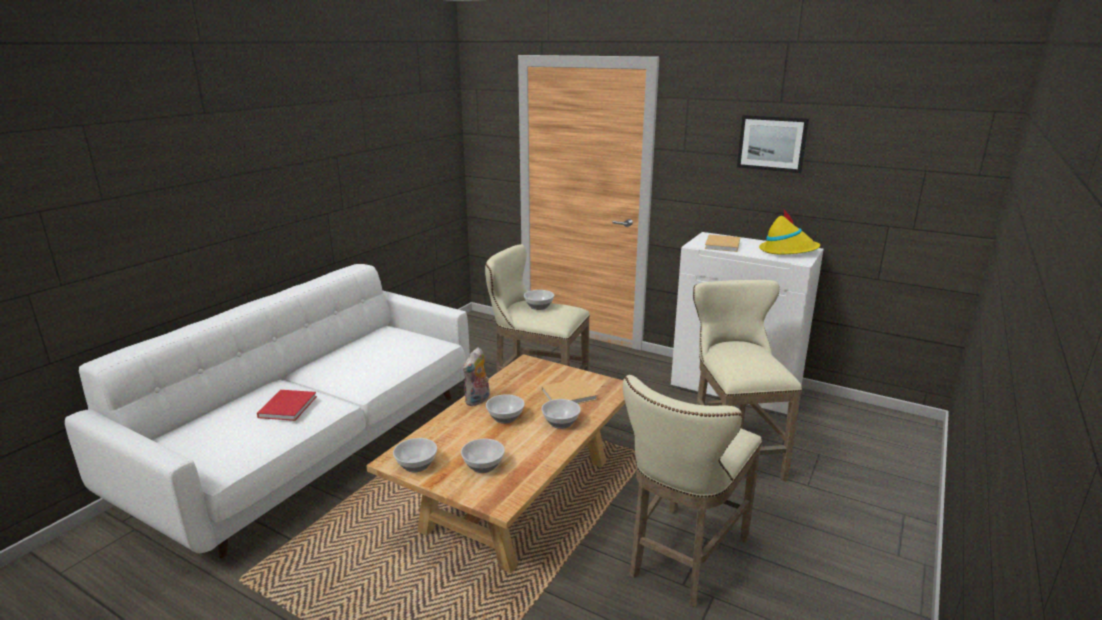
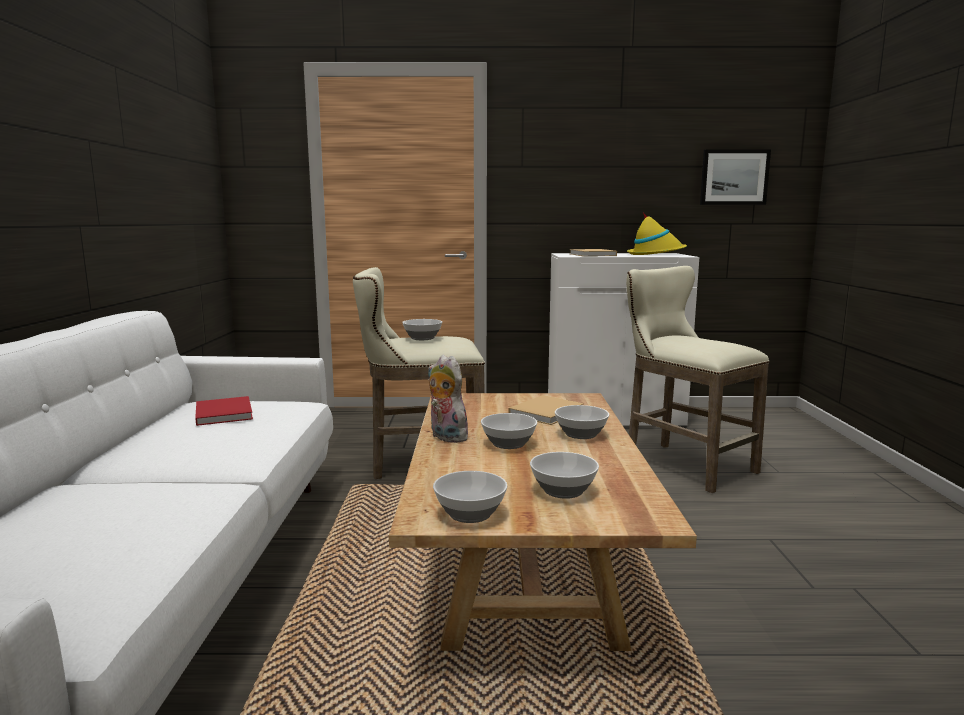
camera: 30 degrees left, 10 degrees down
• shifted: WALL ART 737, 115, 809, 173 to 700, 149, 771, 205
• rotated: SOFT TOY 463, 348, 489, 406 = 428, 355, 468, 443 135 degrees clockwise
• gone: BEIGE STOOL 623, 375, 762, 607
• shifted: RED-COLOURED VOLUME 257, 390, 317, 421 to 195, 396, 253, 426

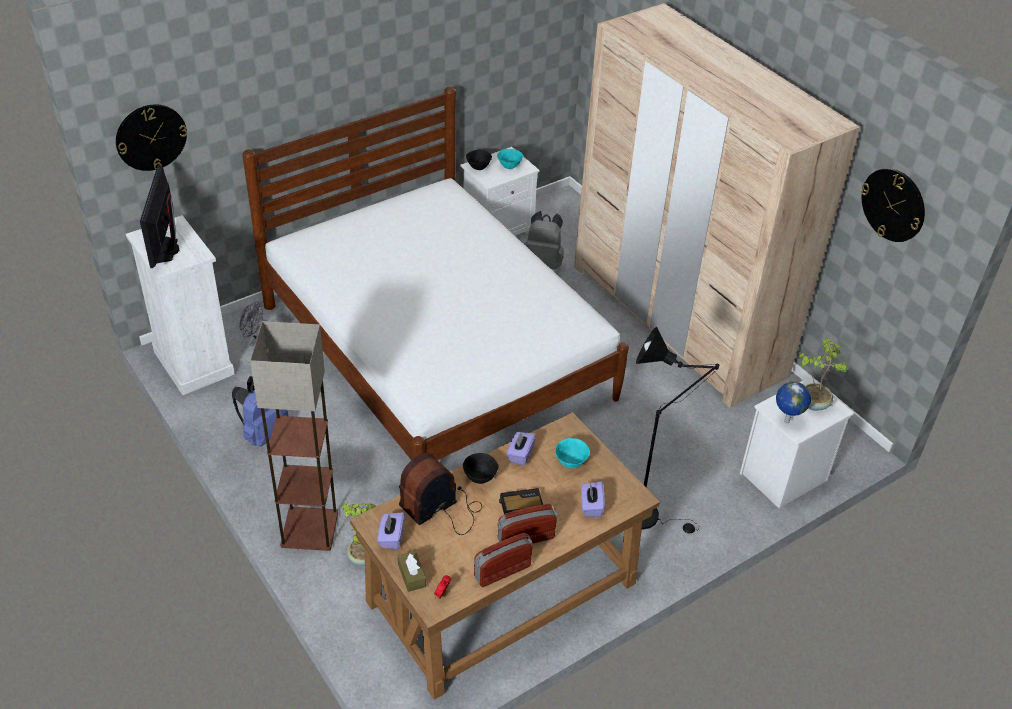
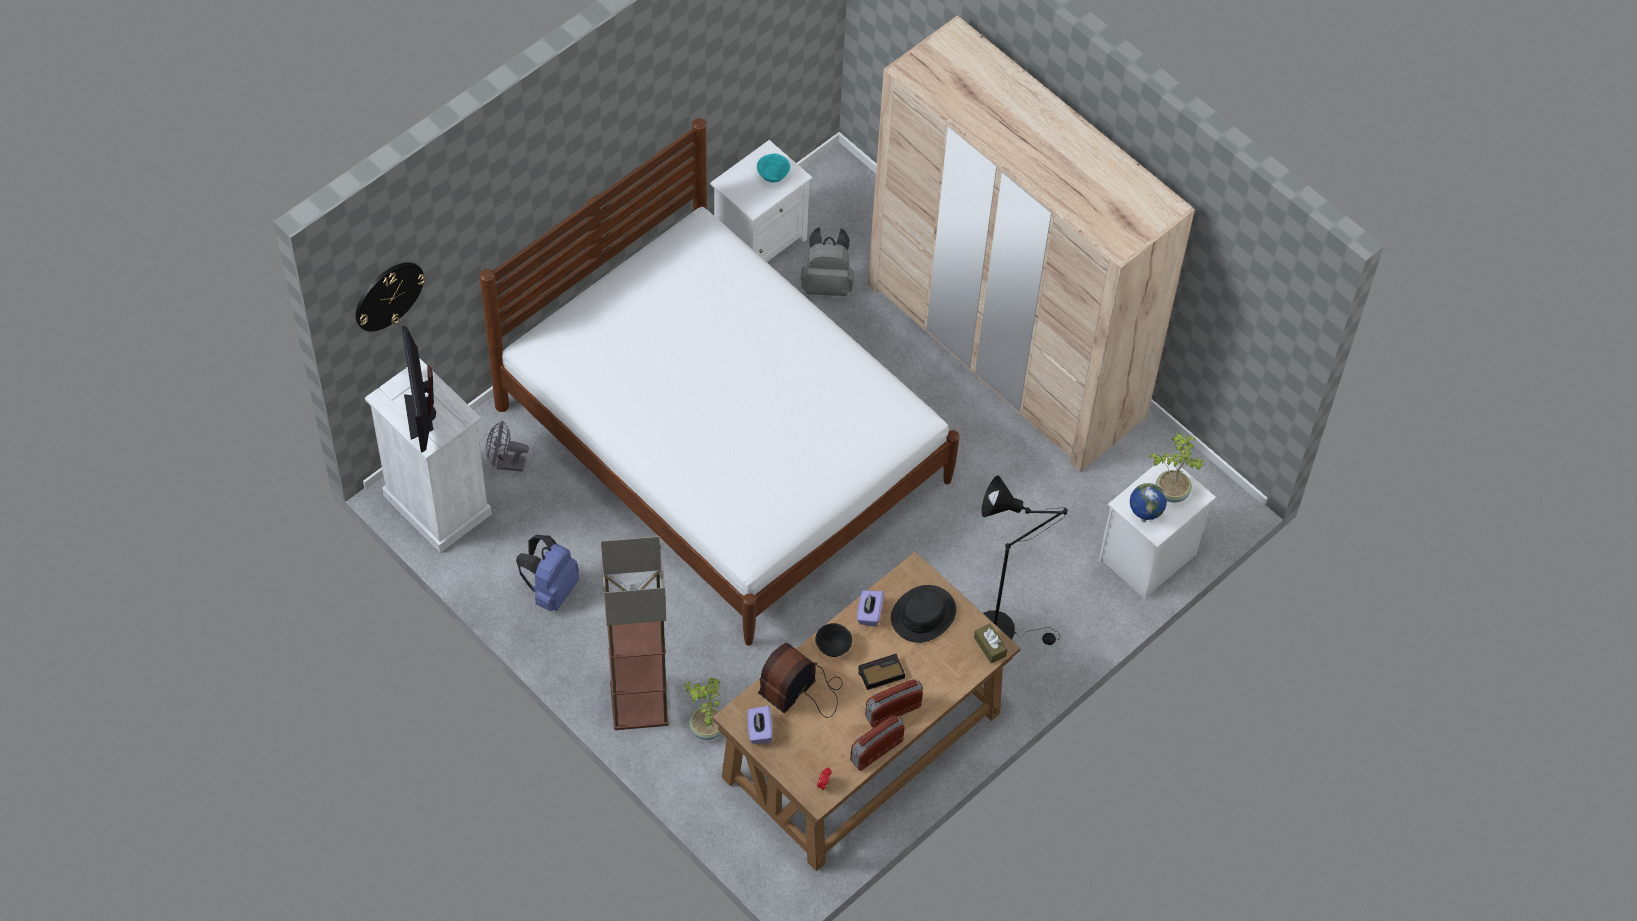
camera: 10 degrees left, 15 degrees up
• gone: BLACK-COLOURED DEEP DISH 466, 150, 492, 170
• gone: WALL CLOCK 861, 168, 925, 242
• swapped: TURQUOISE-COLOURED DEEP DISH 555, 438, 590, 468 to BLACK-COLOURED CLOTHING HAT 891, 585, 956, 643
• gone: PURPLISH TISSUE HOLDER 581, 482, 605, 517
• shifted: BROWN-COLOURED TISSUE HOLDER 398, 551, 426, 592 to 974, 623, 1008, 664

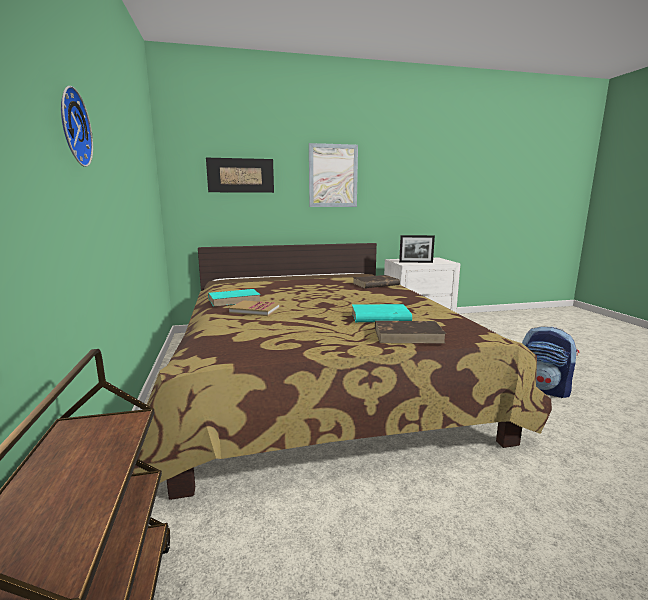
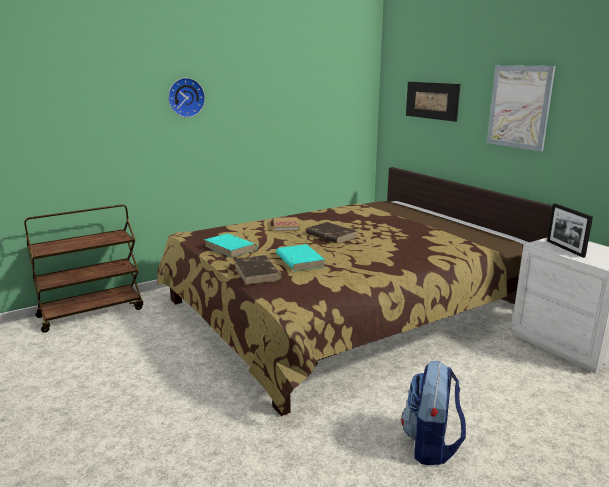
camera: 70 degrees right, 5 degrees up
• shifted: BROWN-COLOURED VOLUME 353, 275, 400, 288 to 306, 222, 358, 244
• shifted: TURQUOISE-COLOURED VOLUME 208, 289, 261, 307 to 204, 234, 257, 258

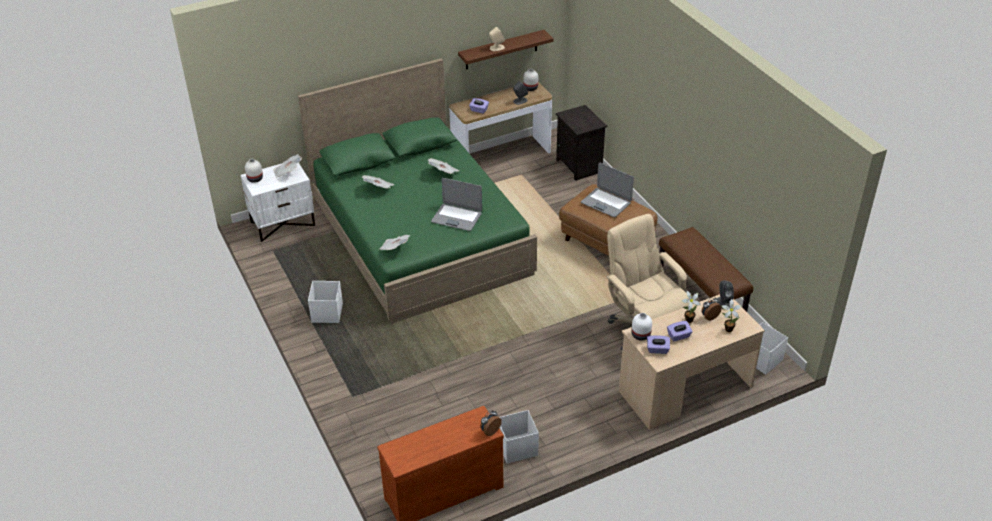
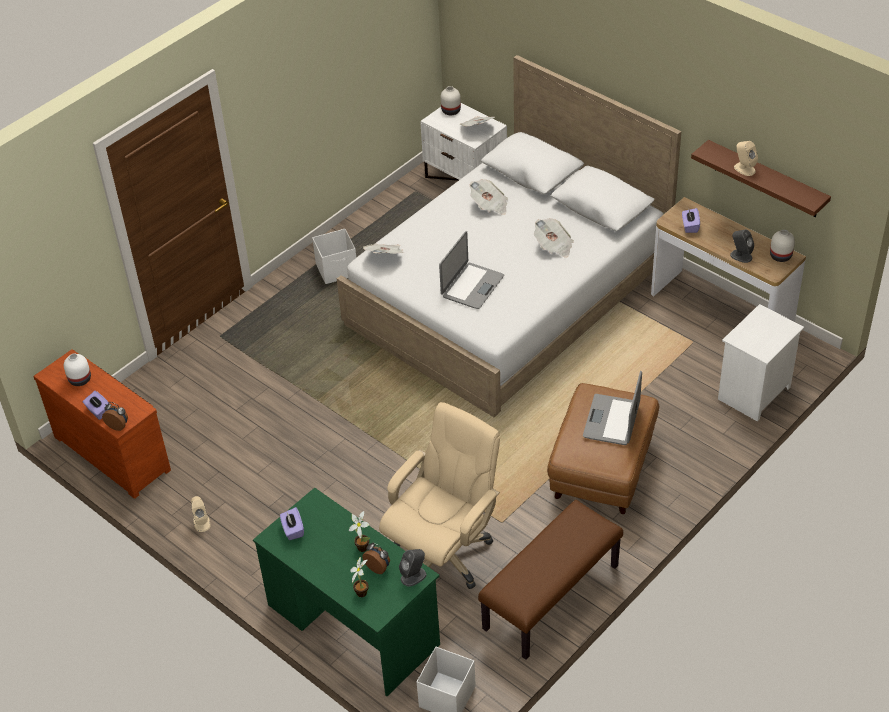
camera: 70 degrees right, 5 degrees up
• repainted: GREEN-COLOURED BED 298, 58, 537, 324 to WHITE BED 337, 55, 682, 417
• repainted: BLACK-COLOURED BEDSIDE TABLE 556, 105, 607, 181 to WHITE BEDSIDE TABLE 718, 304, 804, 421
• rotated: LAPTOP 431, 178, 482, 231 = 439, 231, 504, 309 150 degrees counterclockwise
• repainted: BEIGE DESK TABLE 619, 294, 765, 430 to GREEN-COLOURED DESK TABLE 253, 488, 440, 696
• shifted: WHITE FLOWER VASE 631, 313, 652, 341 to 64, 354, 91, 386
• shifted: PURPLISH TISSUE HOLDER 667, 321, 692, 341 to 83, 391, 111, 420
• gone: WHITE STORAGE BOX 499, 410, 539, 463
• new: BEIGE AUDIO SPEAKER 191, 496, 211, 532

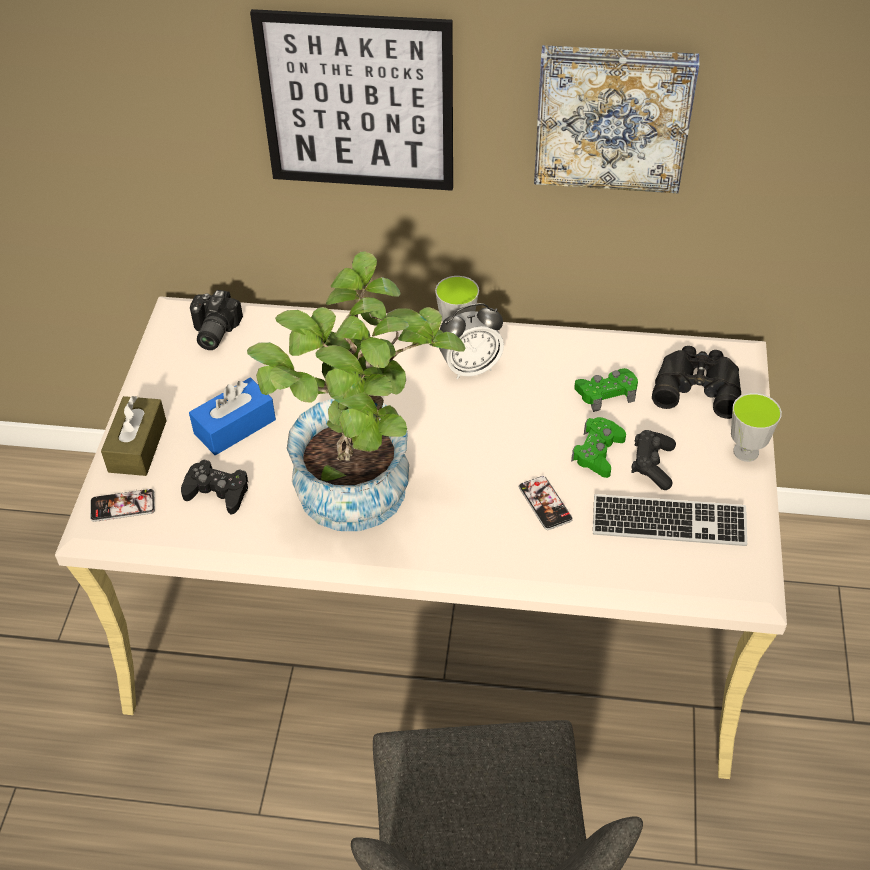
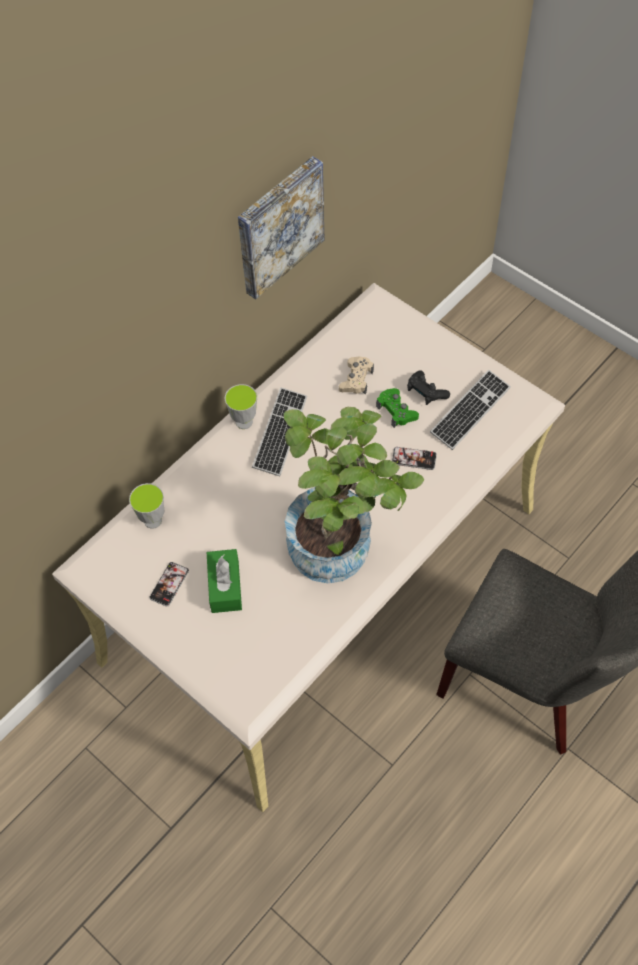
camera: 55 degrees left, 10 degrees up
• gone: WALL ART 250, 9, 453, 191
• gone: PHOTO CAMERA 190, 290, 243, 350
• swapped: TABLE CLOCK 439, 303, 504, 379 to PC KEYBOARD 252, 387, 307, 476
• gone: BLACK-COLOURED BINOCULARS 652, 346, 741, 419
• repainted: GREEN-COLOURED GAME CONTROLLER 574, 368, 638, 412 to BEIGE GAME CONTROLLER 339, 356, 374, 395
• repainted: BLUE TISSUE HOLDER 189, 378, 276, 455 to GREEN-COLOURED TISSUE HOLDER 207, 549, 242, 613
• shifted: SMALL CUP 731, 393, 782, 462 to 129, 483, 164, 529
• gone: BROWN-COLOURED TISSUE HOLDER 101, 396, 166, 476
• gone: BLACK-COLOURED GAME CONTROLLER 181, 460, 248, 515
• shifted: HANDSET 90, 489, 155, 522 to 149, 562, 189, 606

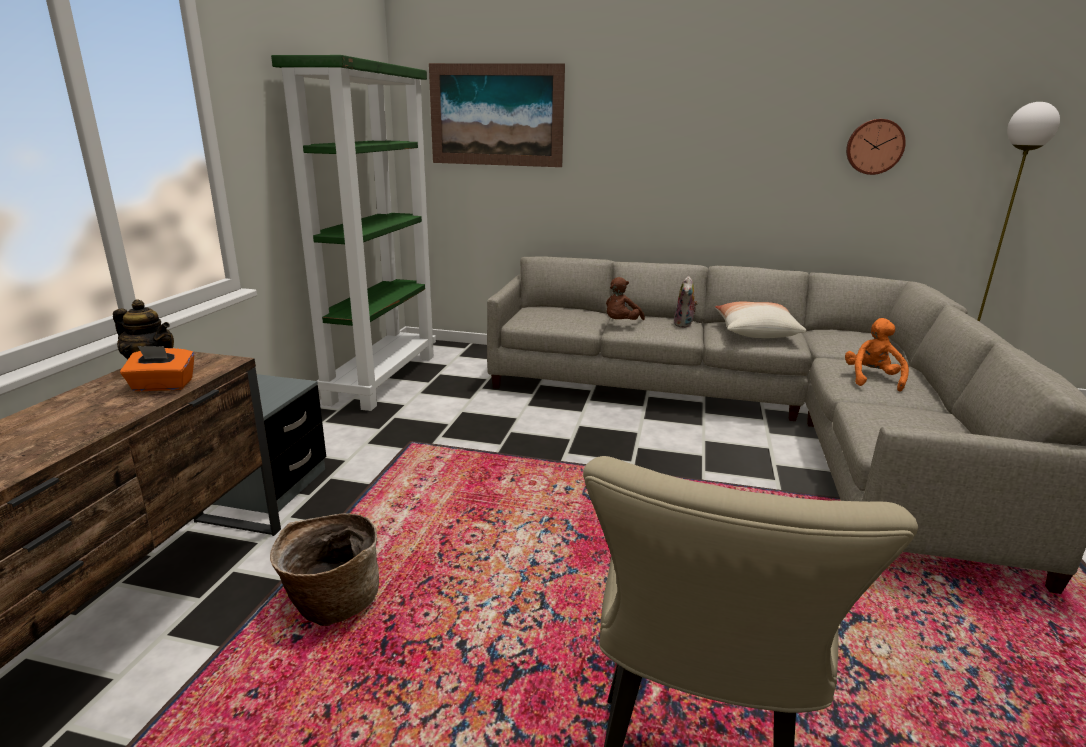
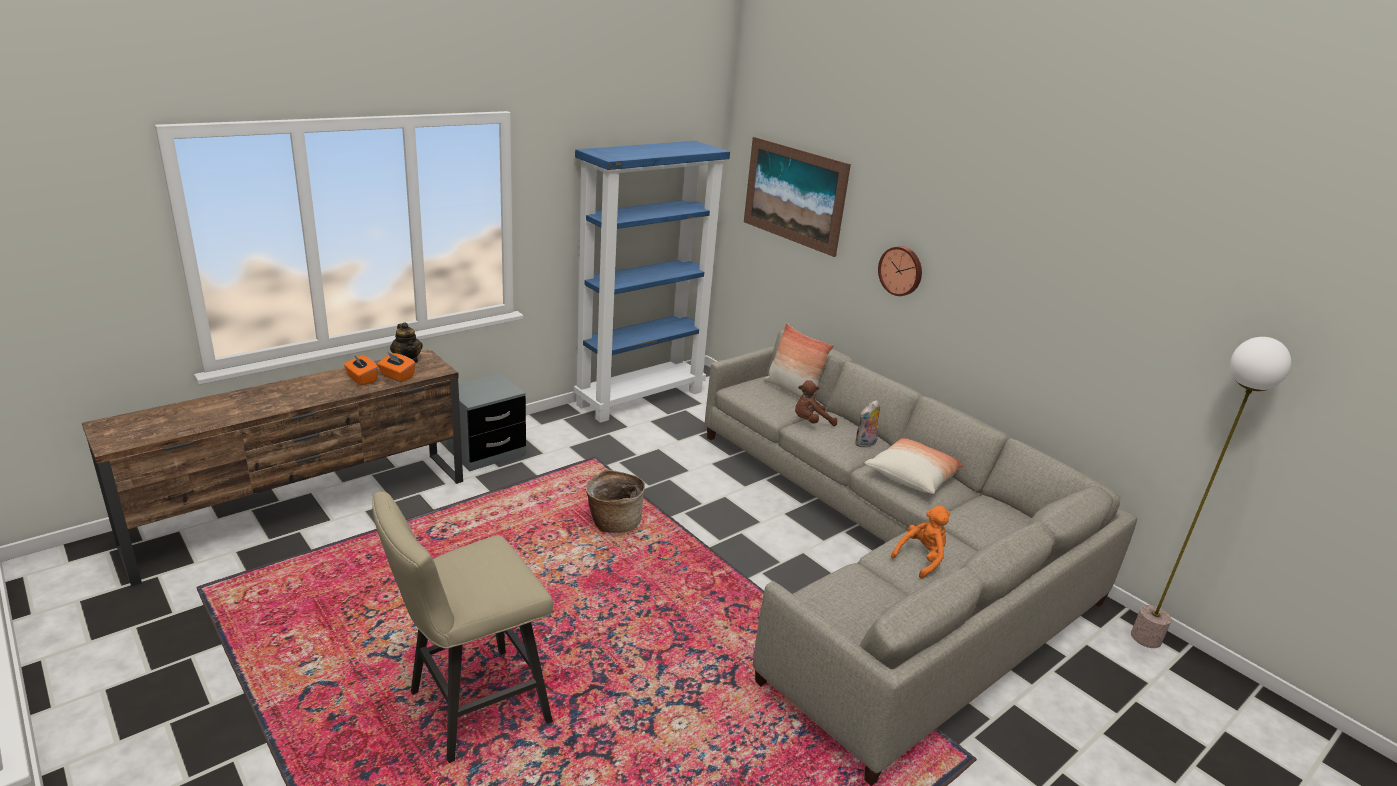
camera: 35 degrees right, 5 degrees up
• repainted: GREEN-COLOURED BOOKSHELF 271, 55, 436, 411 to BLUE BOOKSHELF 574, 141, 730, 423
• shifted: WALL CLOCK 846, 119, 906, 175 to 878, 246, 922, 296
• shifted: STORAGE BASKET 270, 513, 379, 626 to 585, 469, 645, 533
• new: PILLOW 764, 323, 834, 398
• new: ORANGE-COLOURED TISSUE HOLDER 344, 355, 378, 386

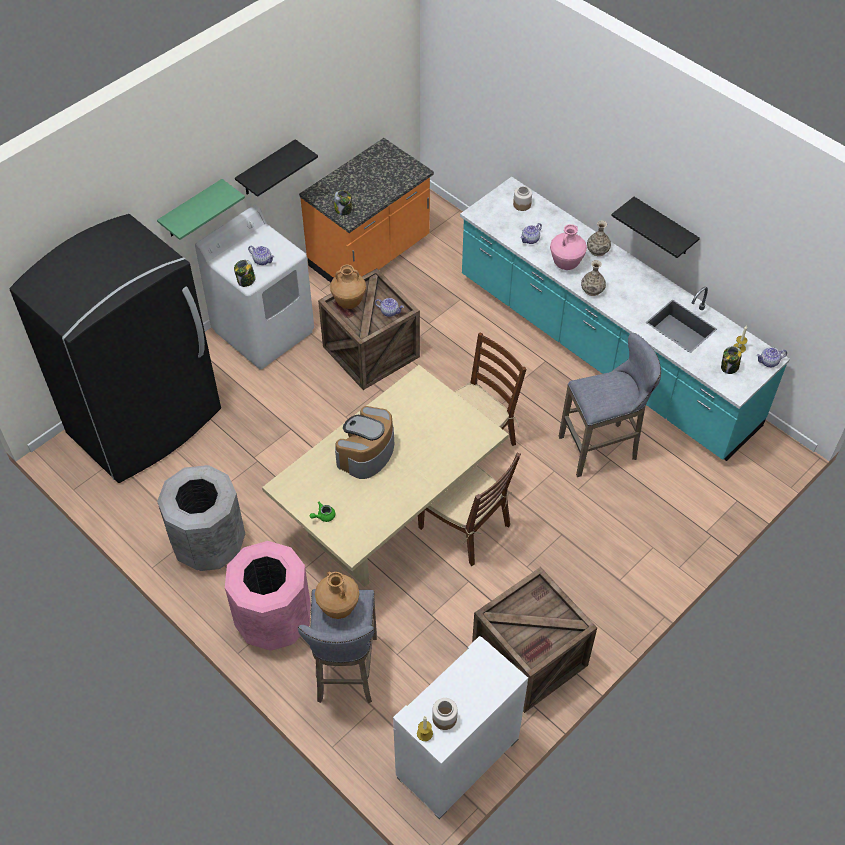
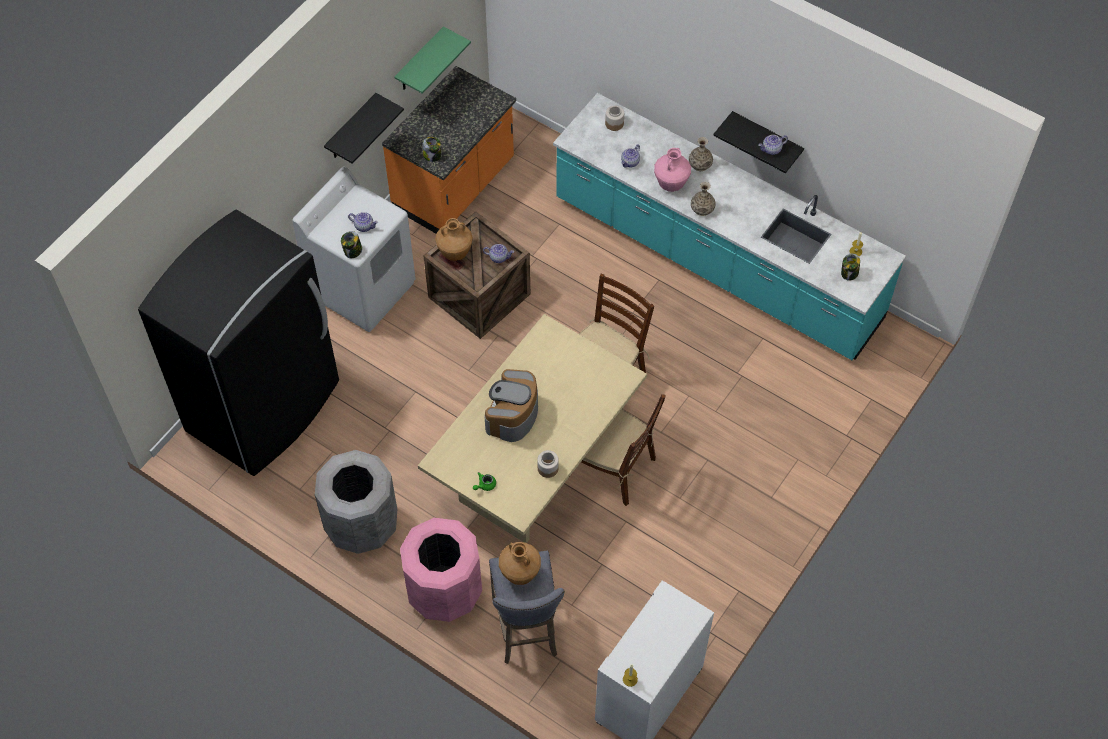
camera: 10 degrees left, 5 degrees up
• shifted: GREEN-COLOURED SHELF 157, 179, 245, 240 to 394, 26, 471, 94
• gone: GRAY STOOL 558, 333, 661, 477
• shifted: TEA POT 756, 347, 787, 367 to 758, 135, 788, 155
• gone: CRATE 472, 567, 597, 713
• shifted: JAR 432, 698, 458, 730 to 537, 450, 559, 478

